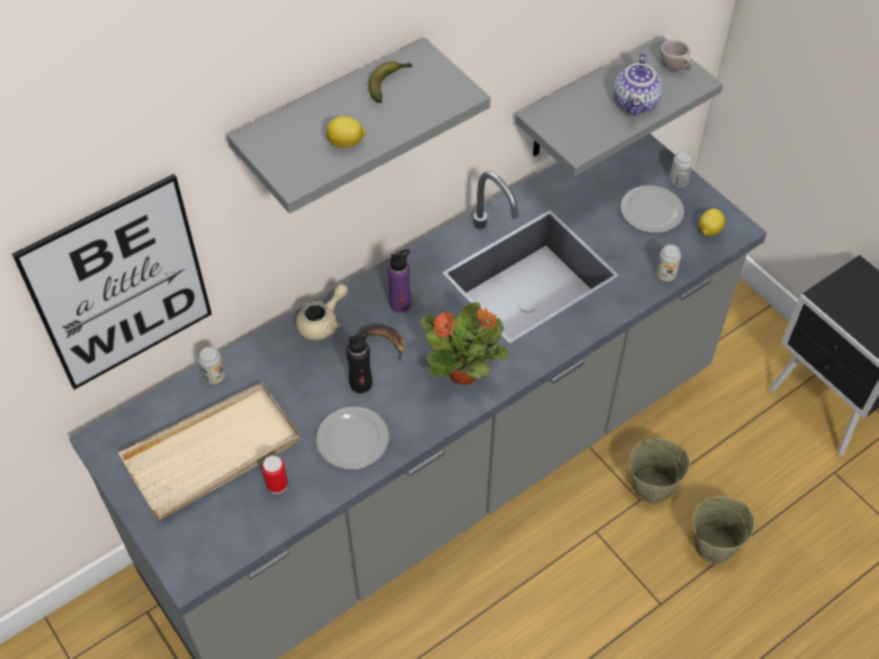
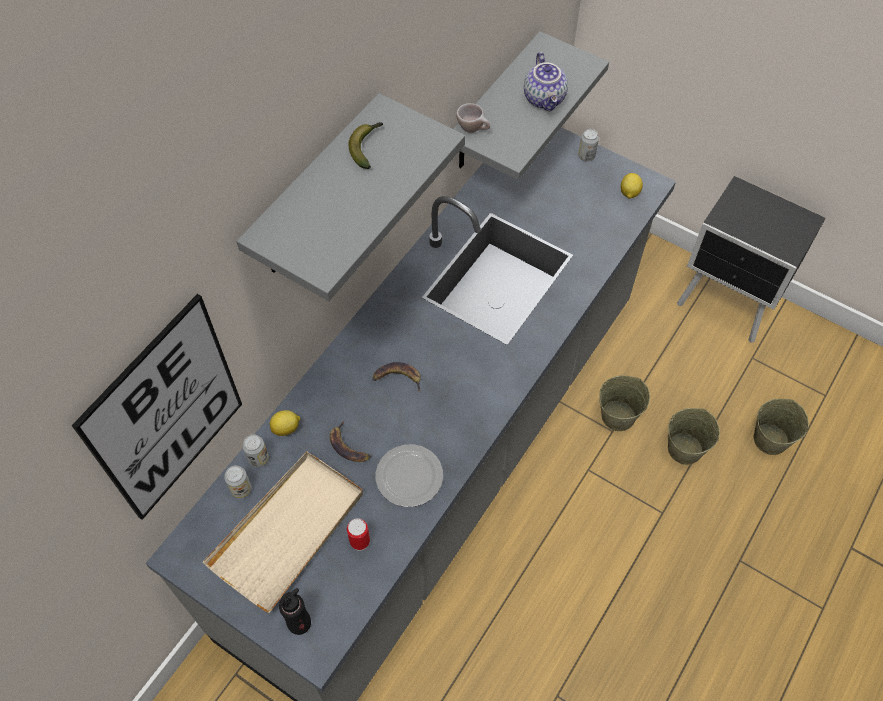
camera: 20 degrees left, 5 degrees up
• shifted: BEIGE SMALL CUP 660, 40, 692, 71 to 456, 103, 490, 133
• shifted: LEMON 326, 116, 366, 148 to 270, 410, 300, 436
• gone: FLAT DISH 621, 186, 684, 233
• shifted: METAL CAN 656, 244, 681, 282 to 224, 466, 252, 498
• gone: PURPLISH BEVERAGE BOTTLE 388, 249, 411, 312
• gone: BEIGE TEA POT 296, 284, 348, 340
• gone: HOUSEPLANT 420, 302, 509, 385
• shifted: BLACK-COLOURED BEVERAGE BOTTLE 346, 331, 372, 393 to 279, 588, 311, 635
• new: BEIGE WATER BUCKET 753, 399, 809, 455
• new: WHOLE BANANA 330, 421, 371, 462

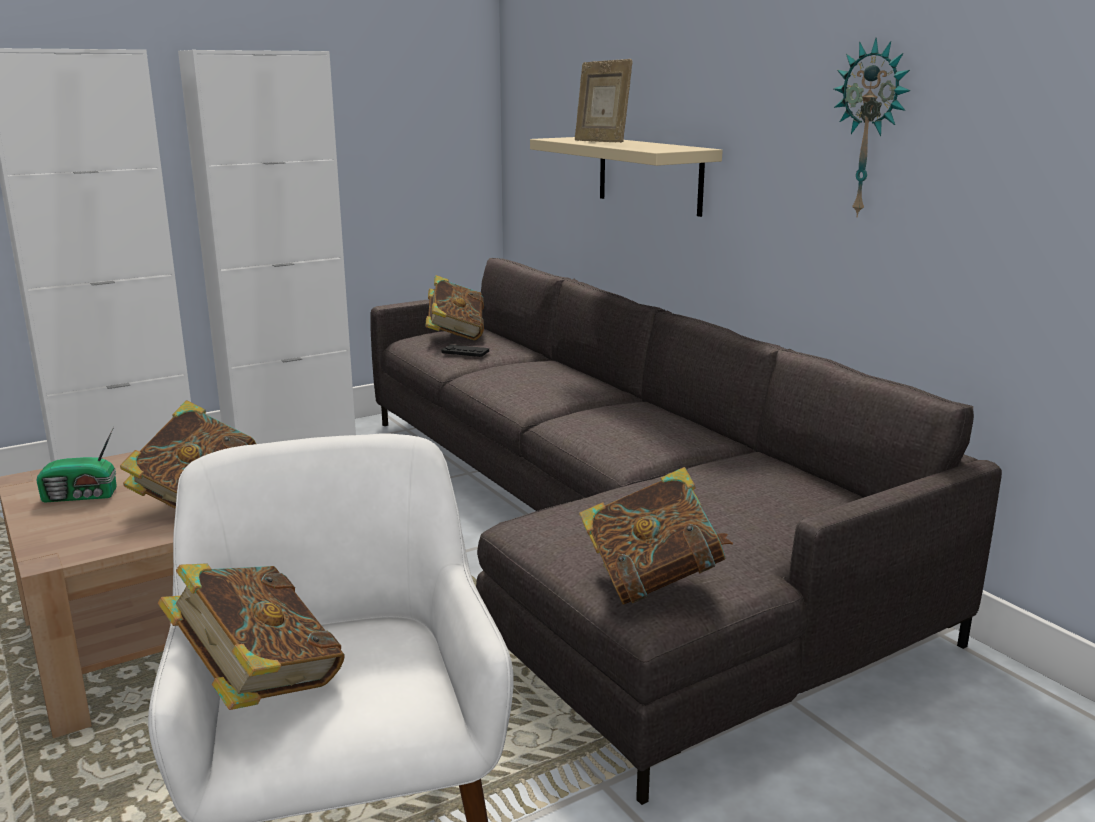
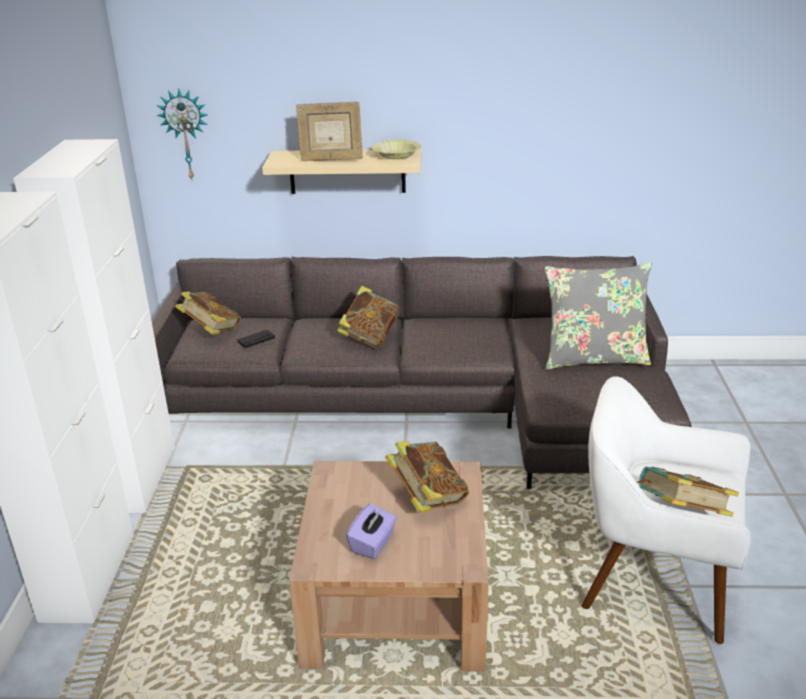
camera: 55 degrees left, 10 degrees up
• shifted: WALL CLOCK 834, 37, 911, 217 to 156, 88, 208, 180
• swapped: RADIO 36, 426, 117, 503 to PURPLISH TISSUE HOLDER 346, 504, 397, 559
• shifted: VOLUME 579, 467, 733, 605 to 337, 286, 400, 349
• new: YELLOWISH DEEP DISH 372, 140, 421, 159
• new: GRAY PILLOW 545, 262, 652, 369

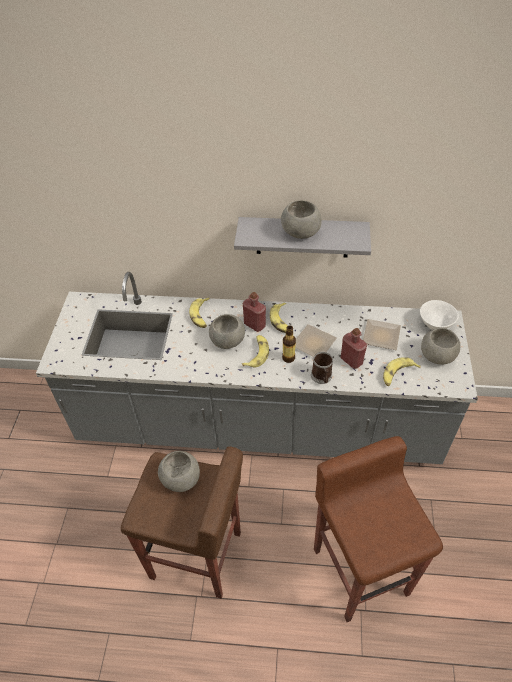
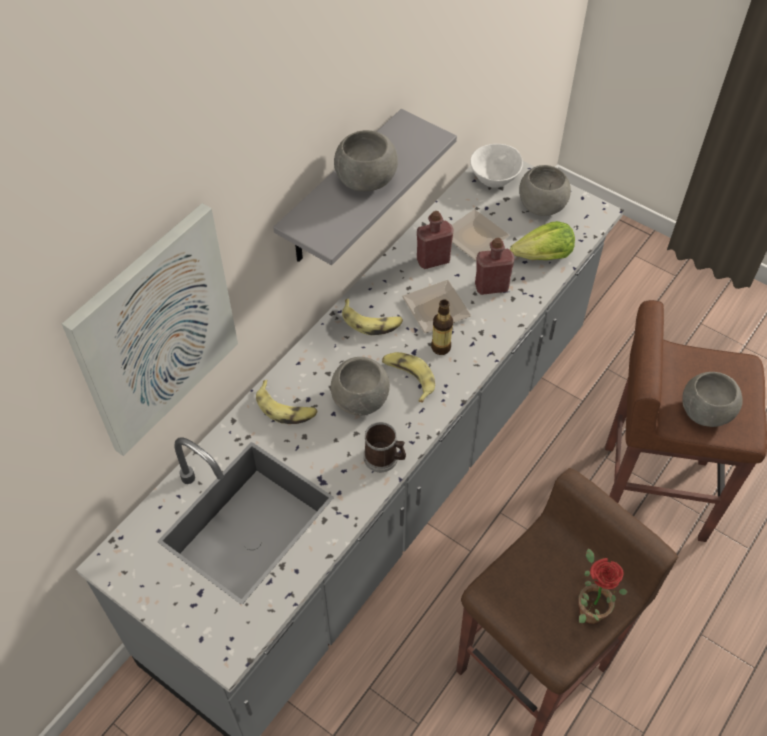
camera: 60 degrees left, 5 degrees up
• shifted: RED-COLOURED BEVERAGE BOTTLE 243, 292, 266, 332 to 417, 211, 453, 269
• shifted: TEA MUG 311, 352, 333, 384 to 363, 422, 406, 472
• swapped: WHOLE BANANA 383, 357, 421, 386 to LETTUCE HEAD 510, 221, 575, 260
• shifted: GRAY DEEP DISH 158, 451, 200, 492 to 682, 372, 743, 427
• new: WALL ART 62, 203, 238, 456
• new: HOUSEPLANT 579, 548, 628, 624

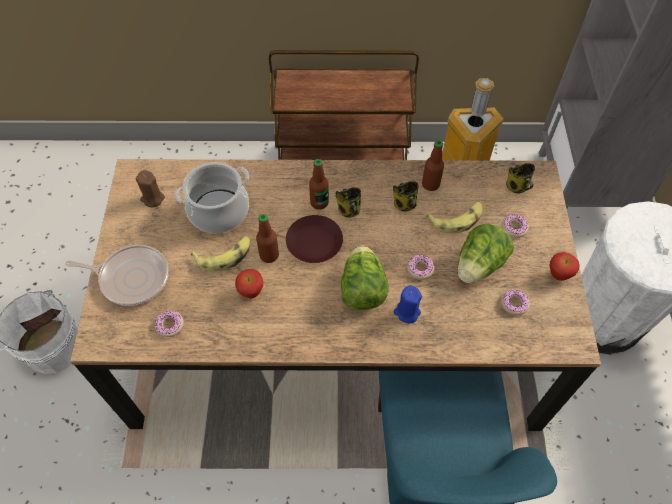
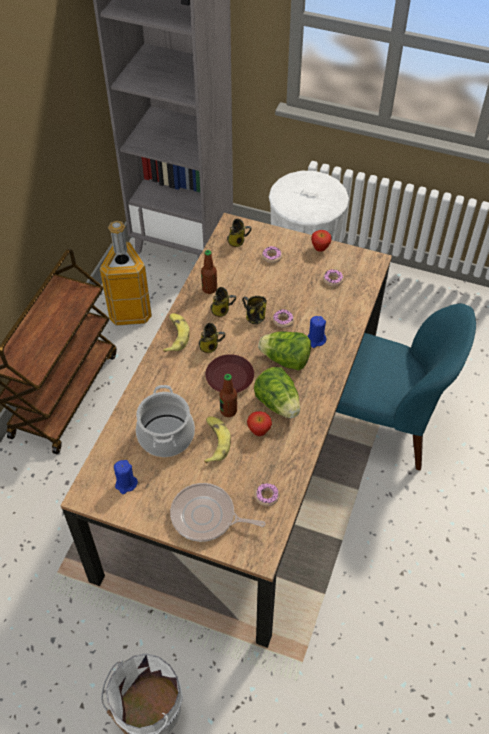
camera: 70 degrees left, 5 degrees down
• gone: BEVERAGE BOTTLE 309, 159, 329, 210
• repainted: BROWN-COLOURED WAX LIGHT 136, 170, 165, 207 to BLUE WAX LIGHT 114, 460, 138, 494
• shifted: WHOLE BANANA 426, 202, 483, 233 to 163, 313, 190, 352
• shifted: LETTUCE HEAD 458, 224, 514, 283 to 254, 367, 300, 418
• rotated: FRYING PAN 65, 245, 169, 306 = 170, 483, 266, 542 105 degrees counterclockwise
• new: TEA MUG 242, 296, 267, 324

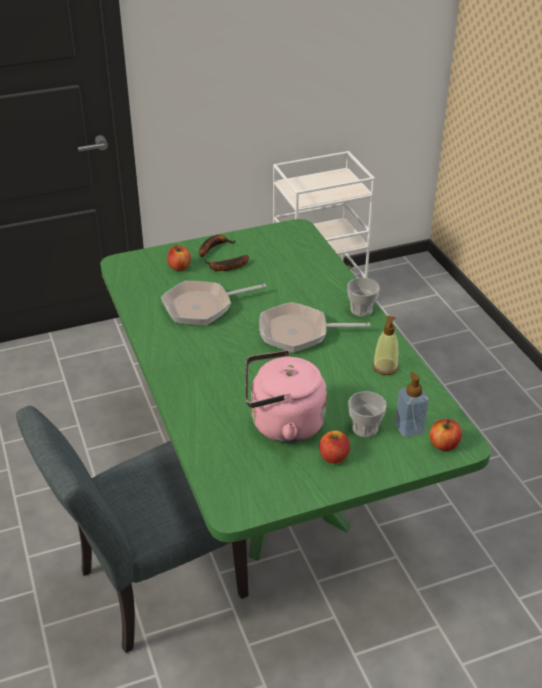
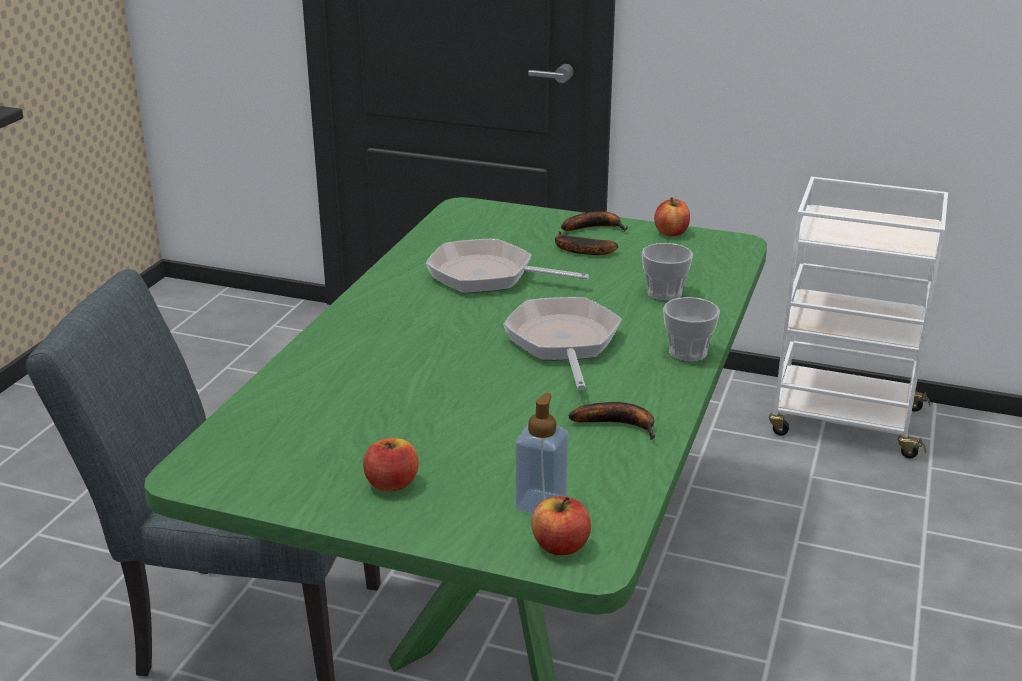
camera: 40 degrees right, 10 degrees down
• shifted: APPLE 167, 245, 191, 271 to 654, 197, 690, 236
• rotated: FRYING PAN 259, 302, 370, 353 = 503, 297, 622, 390 45 degrees clockwise
• swapped: SOAP BOTTLE 372, 316, 399, 375 to WHOLE BANANA 569, 402, 655, 440
• gone: PINK KETTLE 245, 350, 327, 443
• shifted: SMALL CUP 348, 391, 387, 437 to 642, 243, 693, 301

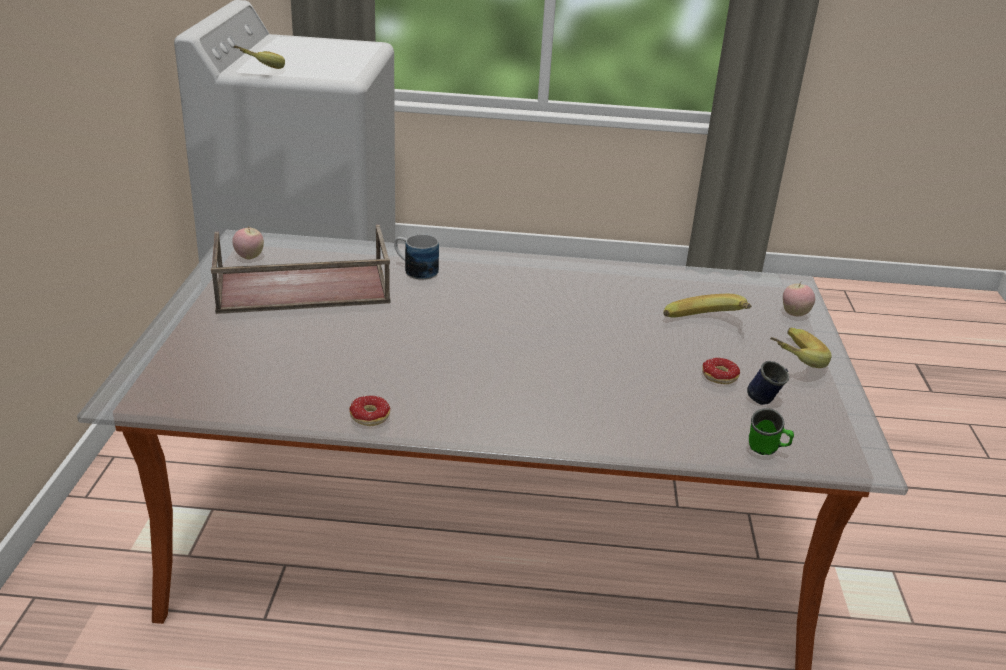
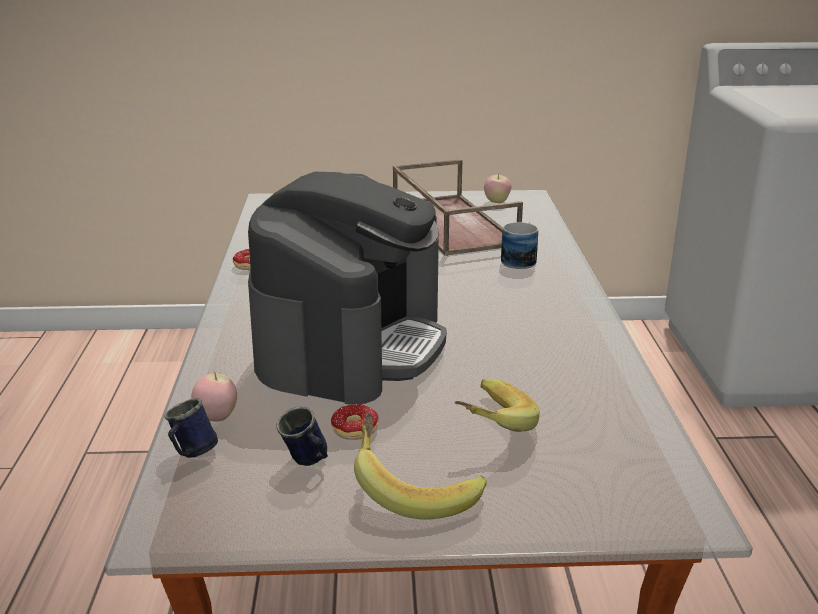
camera: 85 degrees right, 5 degrees down
• gone: WHOLE BANANA 234, 46, 285, 69
• shifted: APPLE 783, 282, 815, 316 to 191, 371, 237, 421
• repainted: GREEN-COLOURED TEA MUG 749, 408, 794, 455 to BLUE TEA MUG 164, 398, 218, 458
• new: COFFEE MAKER 248, 172, 447, 405

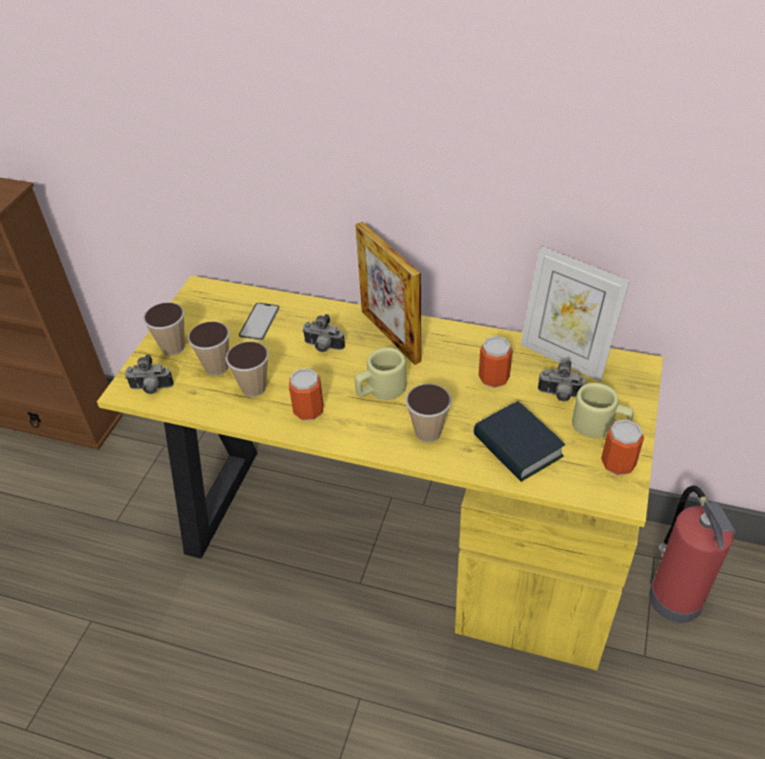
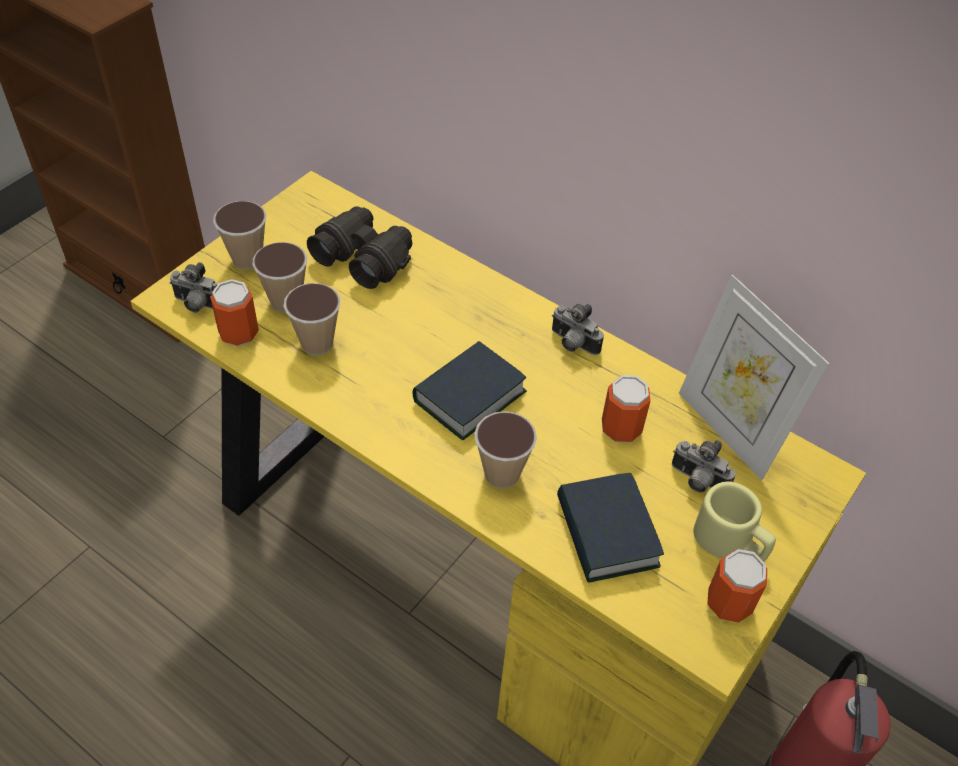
camera: 15 degrees right, 5 degrees up
• gone: PICTURE FRAME 355, 222, 421, 365
• swapped: HANDSET 239, 303, 280, 340 to BLACK-COLOURED BINOCULARS 307, 206, 412, 289
• shifted: PHOTO CAMERA 302, 314, 345, 352 to 552, 304, 604, 355
• swapped: BEIGE TEA MUG 355, 347, 406, 400 to VOLUME 412, 341, 527, 440
• shifted: METAL CAN 289, 368, 323, 421 to 210, 279, 259, 347

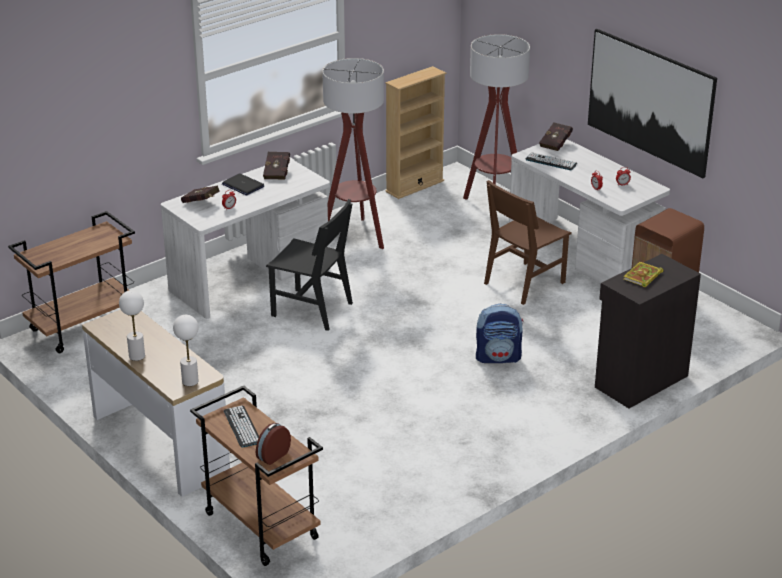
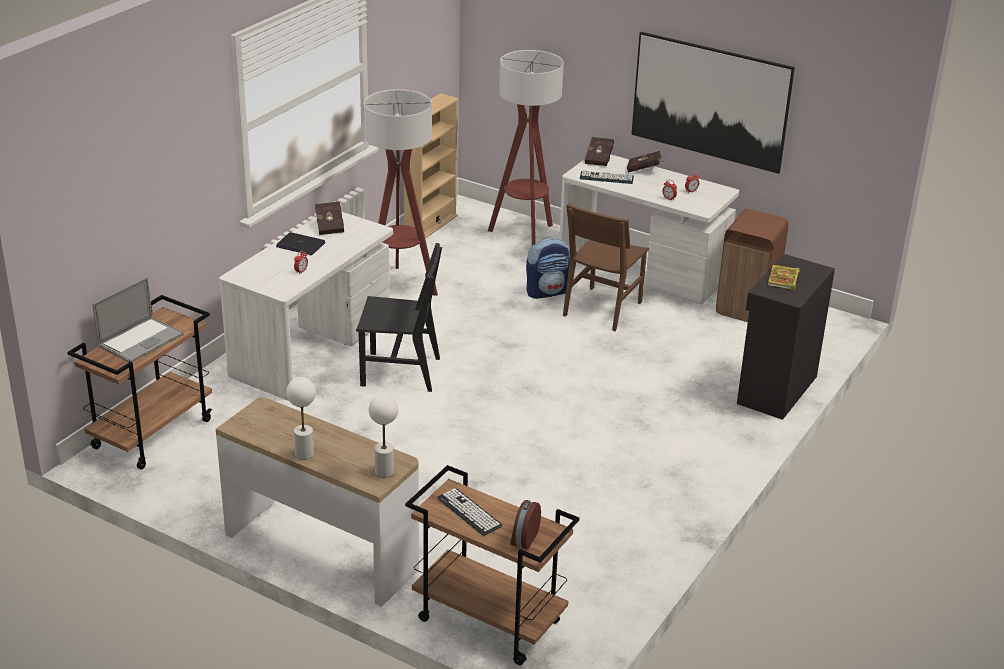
camera: 20 degrees left, 0 degrees up
• shifted: RED-COLOURED VOLUME 181, 186, 220, 203 to 627, 151, 666, 173
• shifted: RUCKSACK 476, 304, 524, 363 to 526, 238, 570, 299
• new: LAPTOP 93, 277, 184, 362

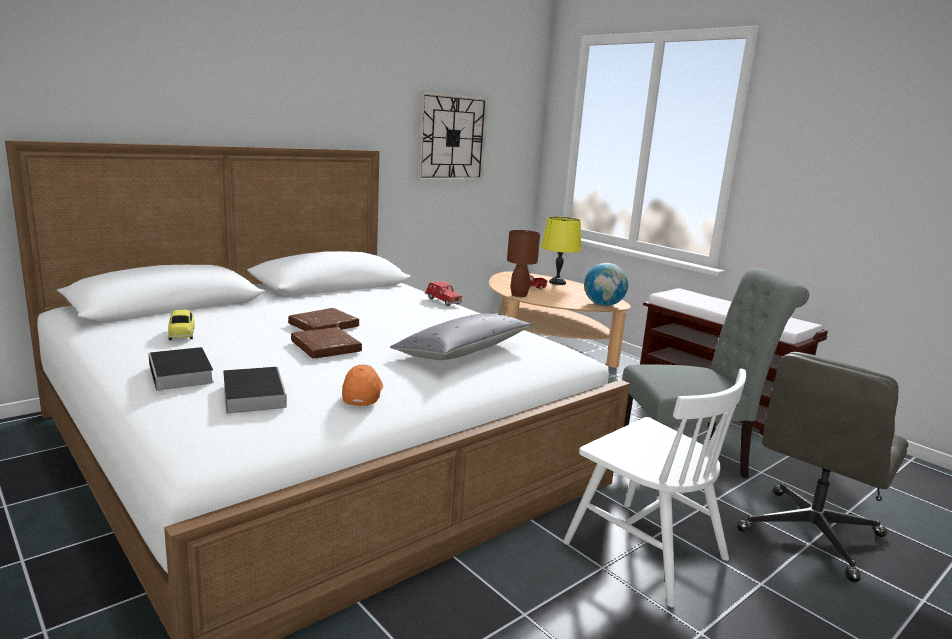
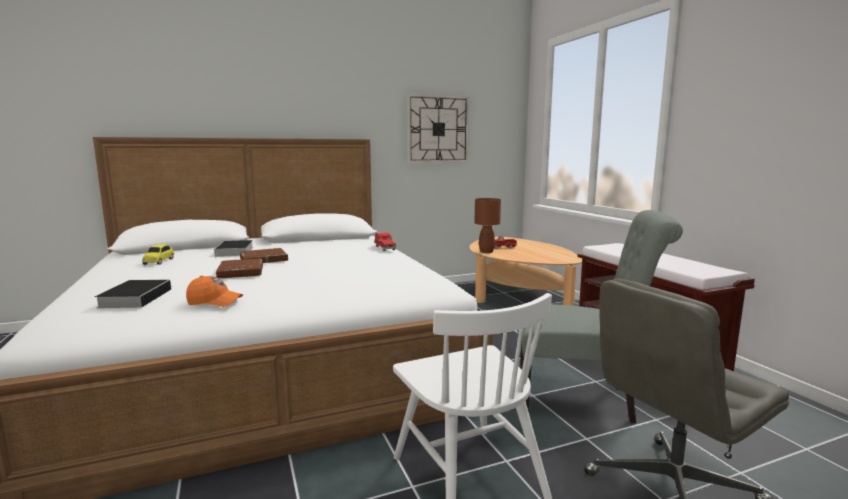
camera: 20 degrees right, 5 degrees down
• gone: YELLOWISH TABLE LAMP 541, 216, 581, 285
• gone: GLOBE 584, 263, 628, 306
• gone: GRAY PILLOW 390, 313, 533, 360
• shifted: VOLUME 148, 347, 214, 395 to 214, 240, 253, 258
• rotated: ORANGE-COLOURED PEAKED CAP 342, 365, 383, 406 = 186, 276, 243, 307 75 degrees clockwise

